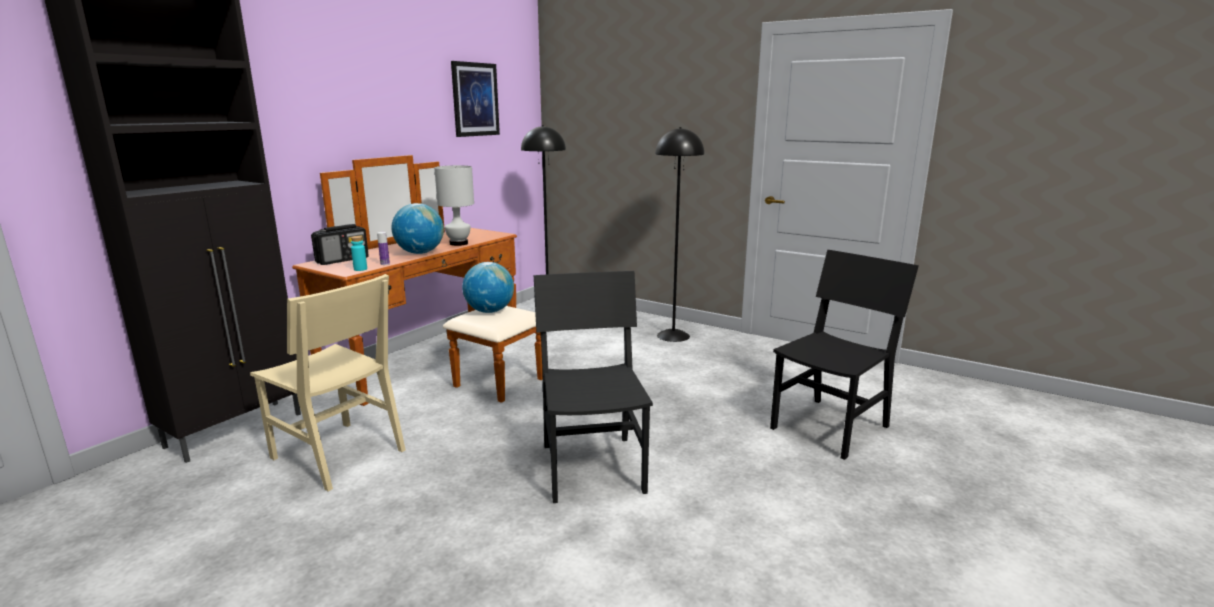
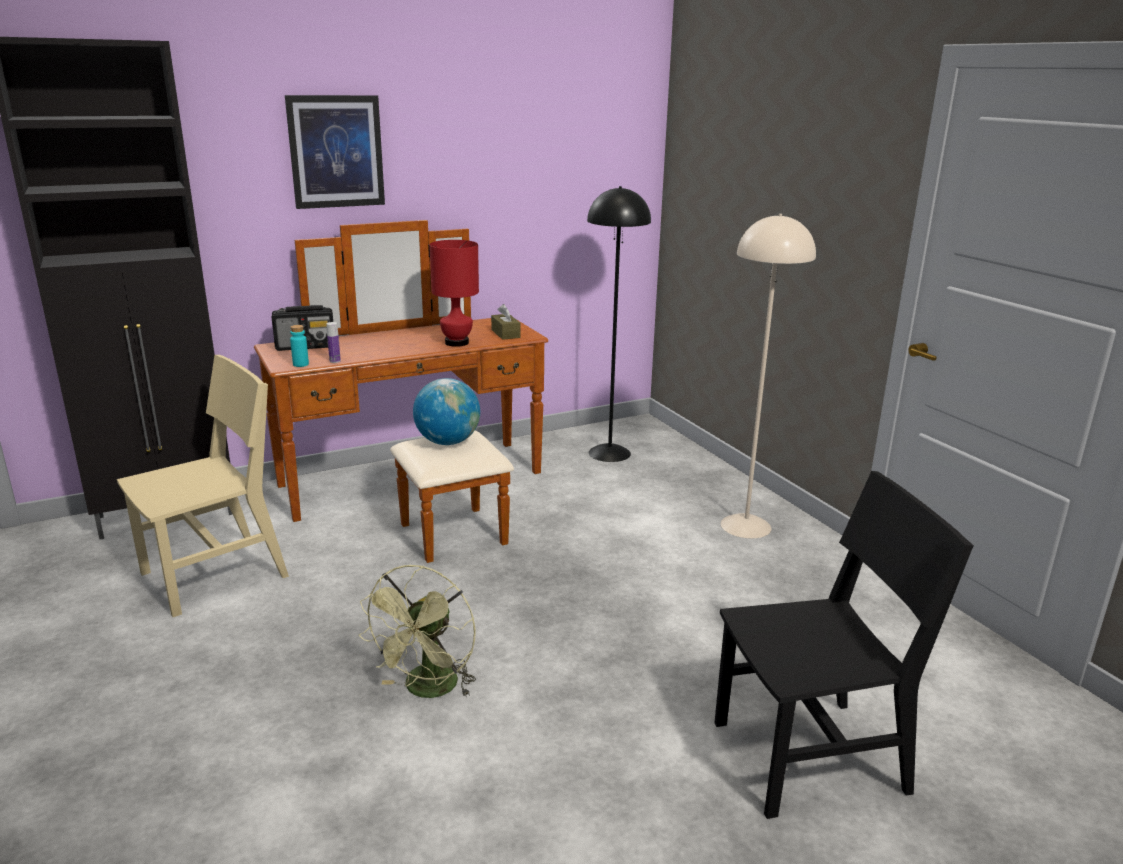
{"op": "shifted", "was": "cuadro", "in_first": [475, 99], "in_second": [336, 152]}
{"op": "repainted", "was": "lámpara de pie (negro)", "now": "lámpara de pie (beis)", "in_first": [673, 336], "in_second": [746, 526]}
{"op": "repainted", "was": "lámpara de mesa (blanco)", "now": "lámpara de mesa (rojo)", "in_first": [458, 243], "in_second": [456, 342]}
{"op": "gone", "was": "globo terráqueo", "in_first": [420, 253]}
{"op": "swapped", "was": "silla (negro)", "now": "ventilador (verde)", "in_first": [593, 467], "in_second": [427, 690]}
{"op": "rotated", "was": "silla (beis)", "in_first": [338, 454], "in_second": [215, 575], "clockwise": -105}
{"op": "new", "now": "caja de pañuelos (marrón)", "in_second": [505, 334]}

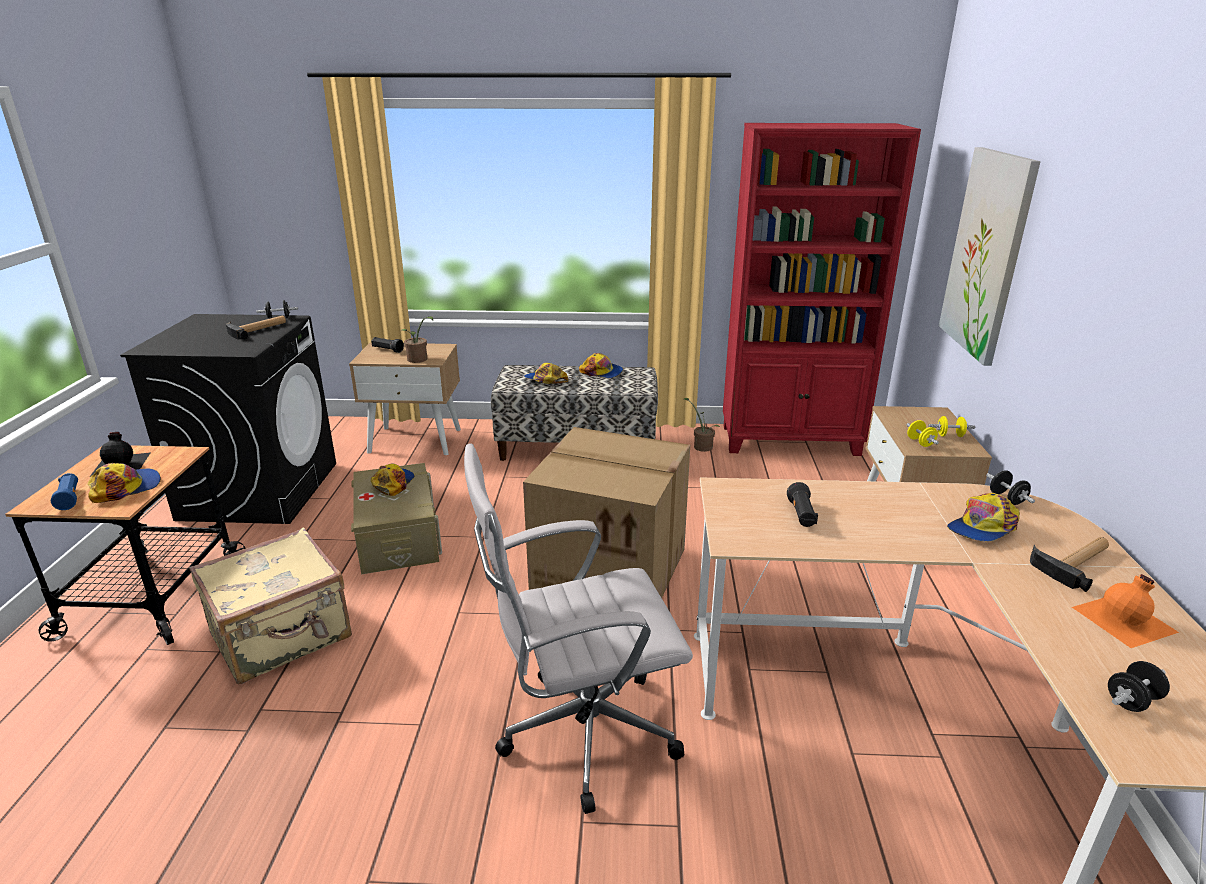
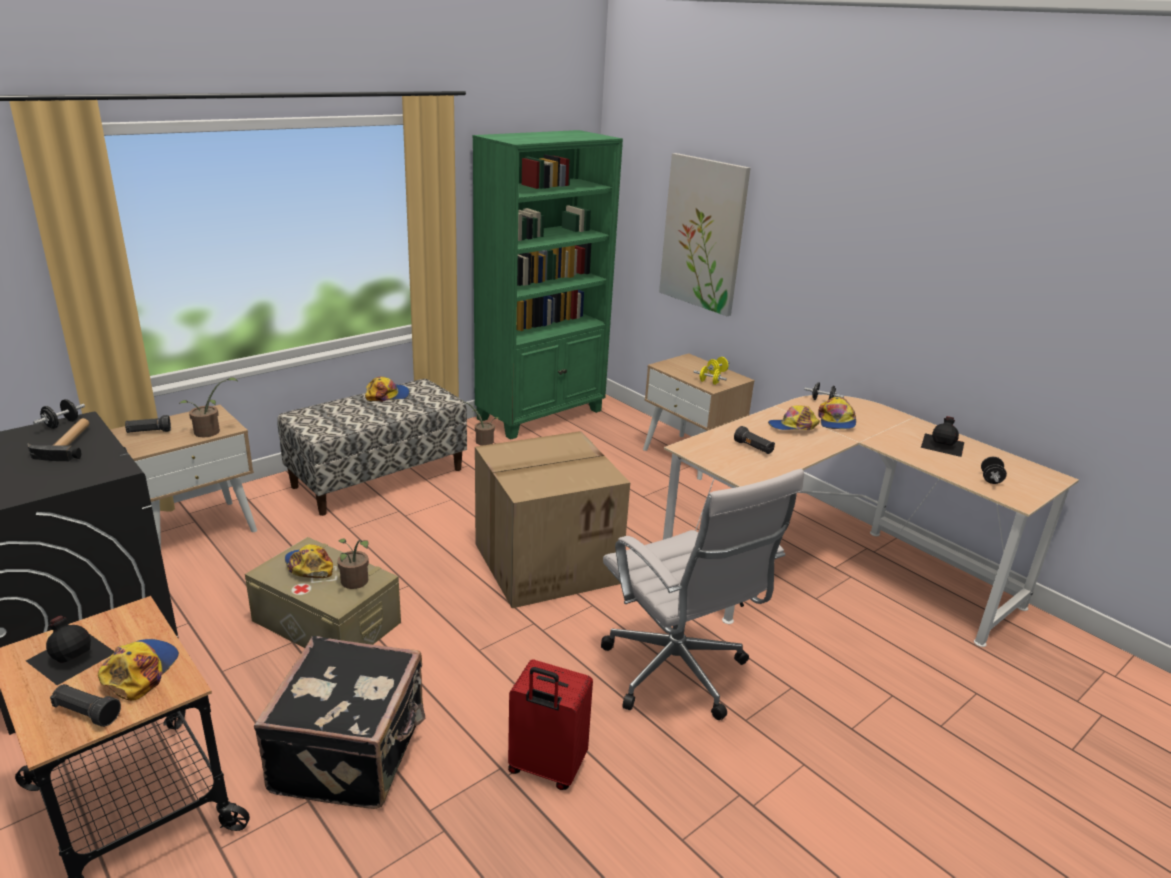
{"op": "repainted", "was": "estantería (rojo)", "now": "estantería (verde)", "in_first": [791, 441], "in_second": [541, 415]}
{"op": "shifted", "was": "gorra", "in_first": [545, 380], "in_second": [793, 427]}
{"op": "rotated", "was": "silla de oficina (blanco)", "in_first": [580, 734], "in_second": [678, 675], "clockwise": -60}
{"op": "repainted", "was": "linterna (azul)", "now": "linterna (negro)", "in_first": [69, 498], "in_second": [87, 713]}
{"op": "repainted", "was": "maleta (beis)", "now": "maleta (negro)", "in_first": [282, 636], "in_second": [352, 753]}
{"op": "gone", "was": "martillo", "in_first": [1075, 562]}
{"op": "repainted", "was": "botella (naranja)", "now": "botella (negro)", "in_first": [1126, 620], "in_second": [943, 444]}
{"op": "new", "now": "planta en maceta", "in_second": [355, 583]}
{"op": "new", "now": "maleta (rojo)", "in_second": [546, 768]}

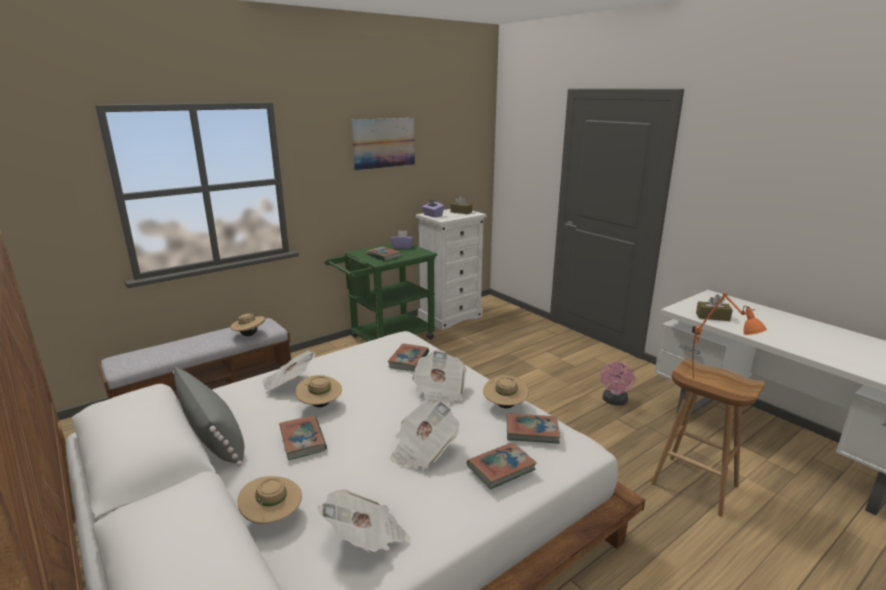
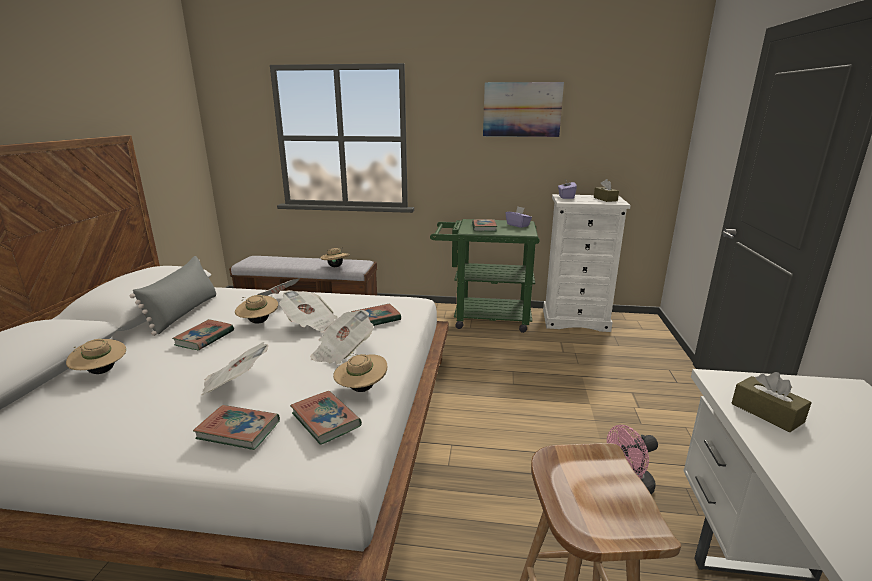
{"op": "gone", "was": "lámpara de mesa (naranja)", "in_first": [717, 384]}
{"op": "shifted", "was": "periódico", "in_first": [367, 538], "in_second": [310, 324]}

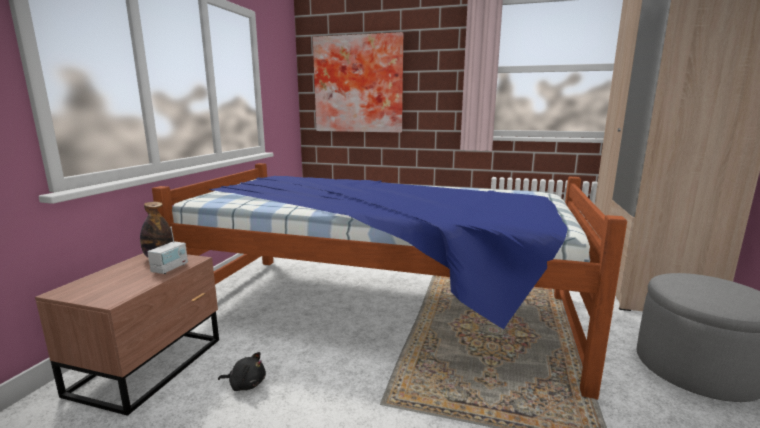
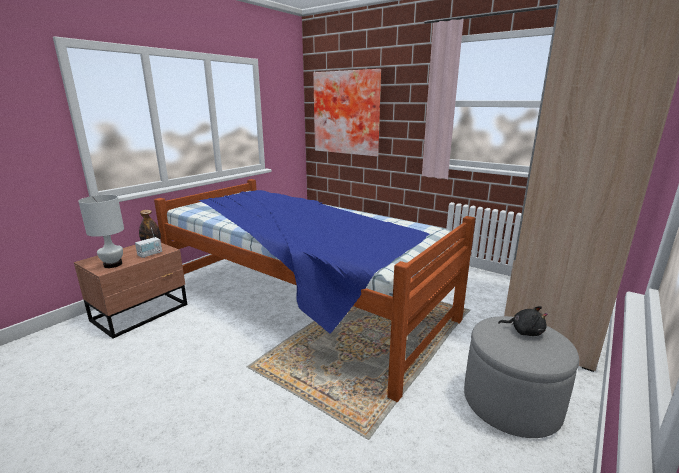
{"op": "shifted", "was": "peluche (negro)", "in_first": [246, 384], "in_second": [524, 331]}
{"op": "new", "now": "lámpara de mesa (blanco)", "in_second": [113, 264]}

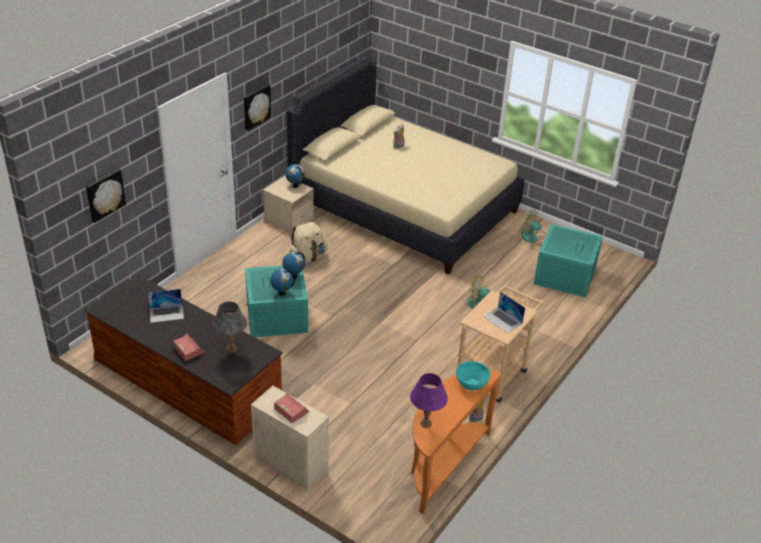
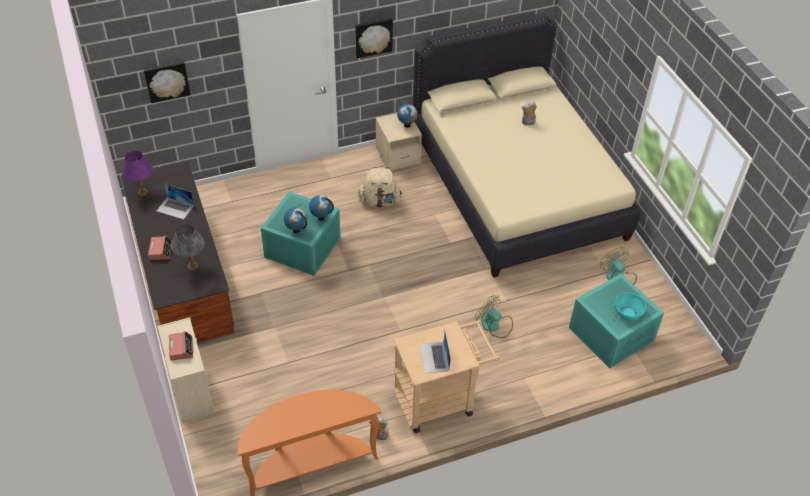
{"op": "shifted", "was": "cuenco (turquesa)", "in_first": [471, 384], "in_second": [627, 313]}
{"op": "shifted", "was": "lámpara de mesa (morado)", "in_first": [426, 423], "in_second": [142, 192]}

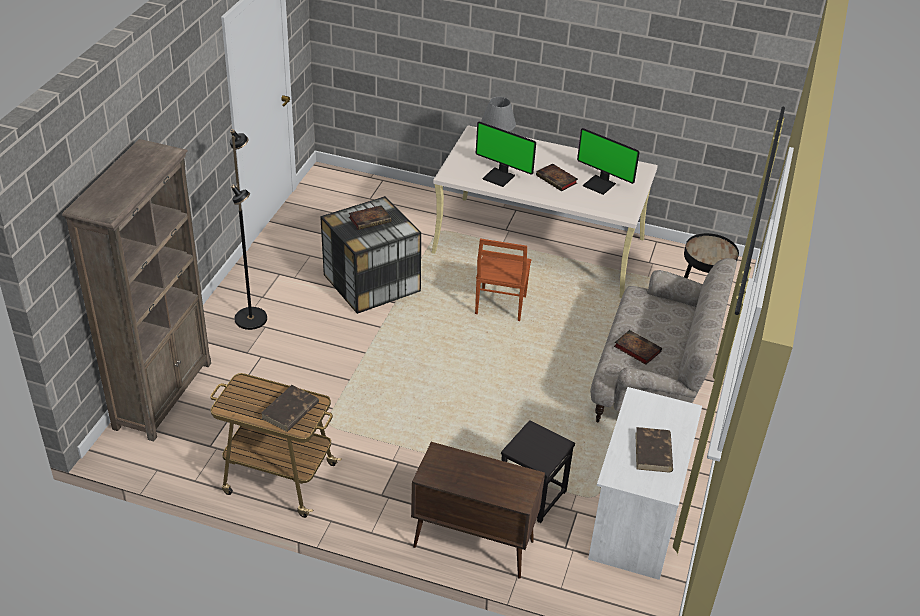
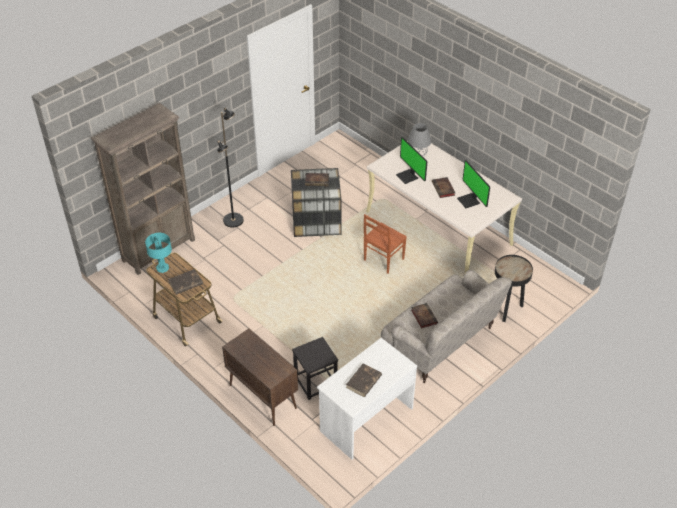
{"op": "new", "now": "lámpara de mesa (turquesa)", "in_second": [162, 267]}

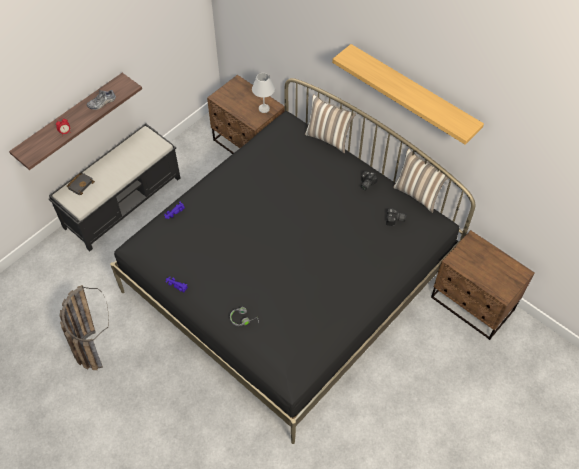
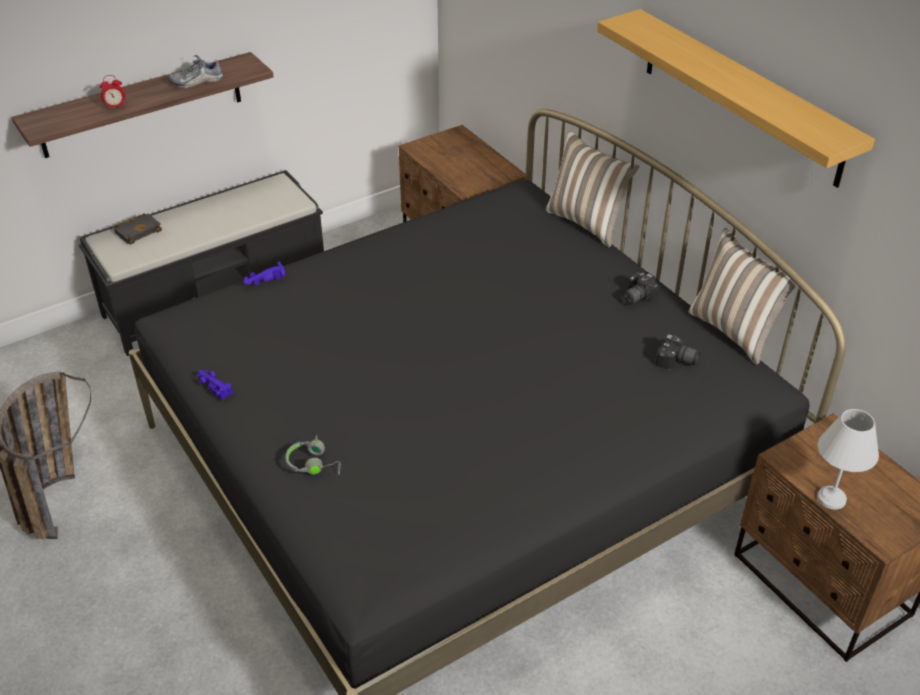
{"op": "shifted", "was": "lámpara de mesa (blanco)", "in_first": [264, 109], "in_second": [832, 499]}

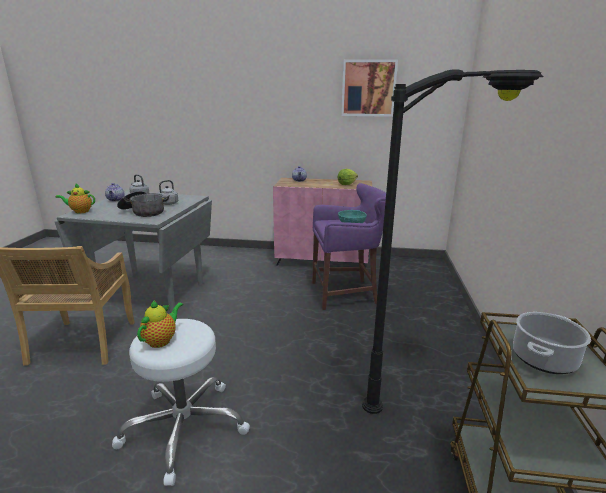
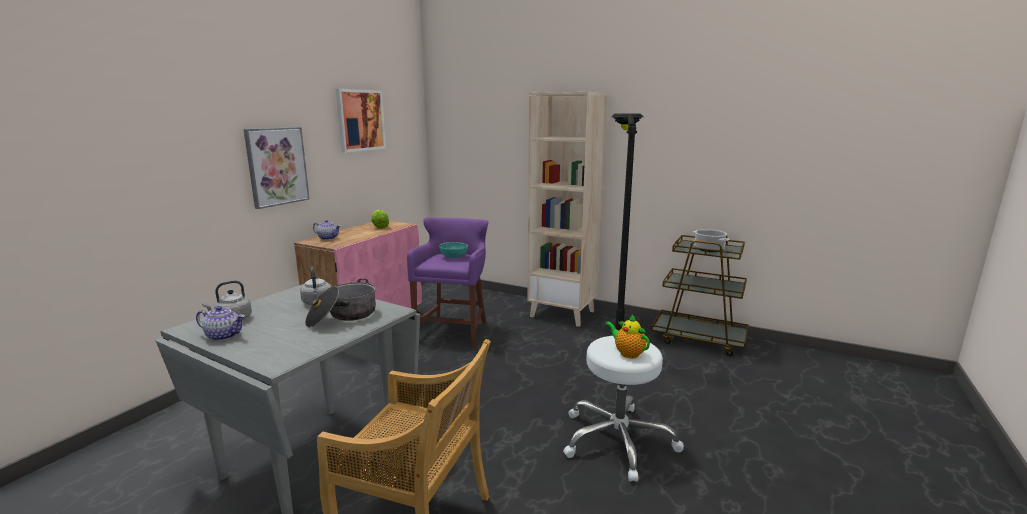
{"op": "gone", "was": "tetera", "in_first": [80, 211]}
{"op": "new", "now": "estantería (beis)", "in_second": [563, 314]}
{"op": "new", "now": "cuadro", "in_second": [277, 166]}

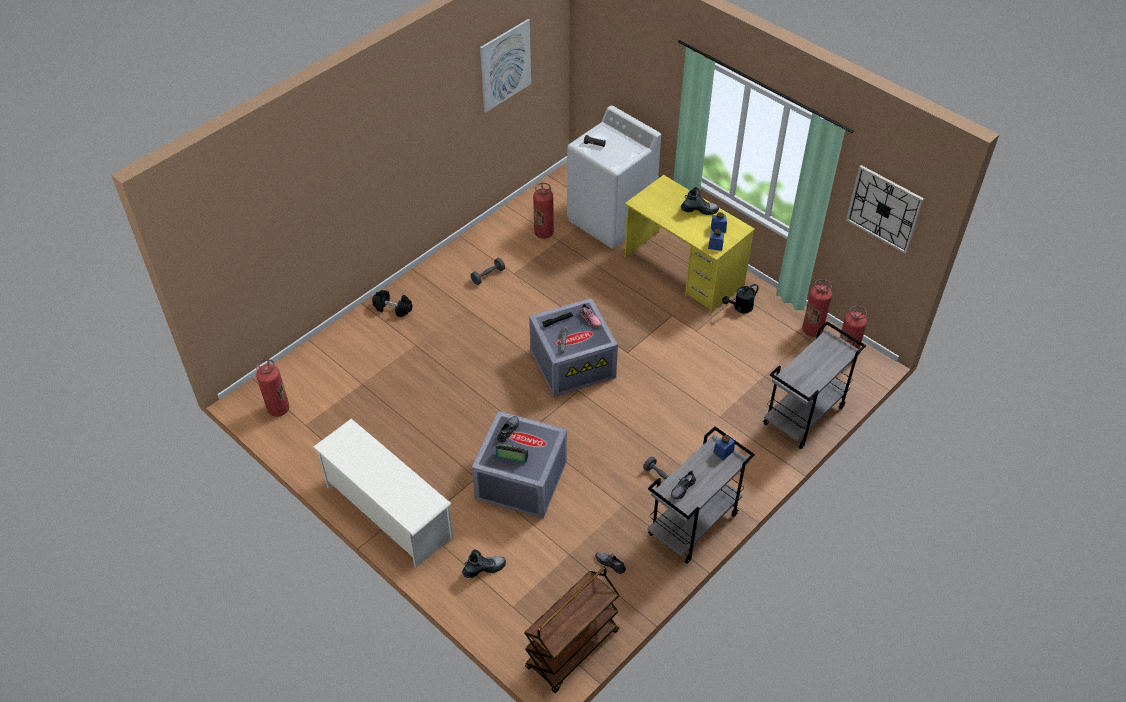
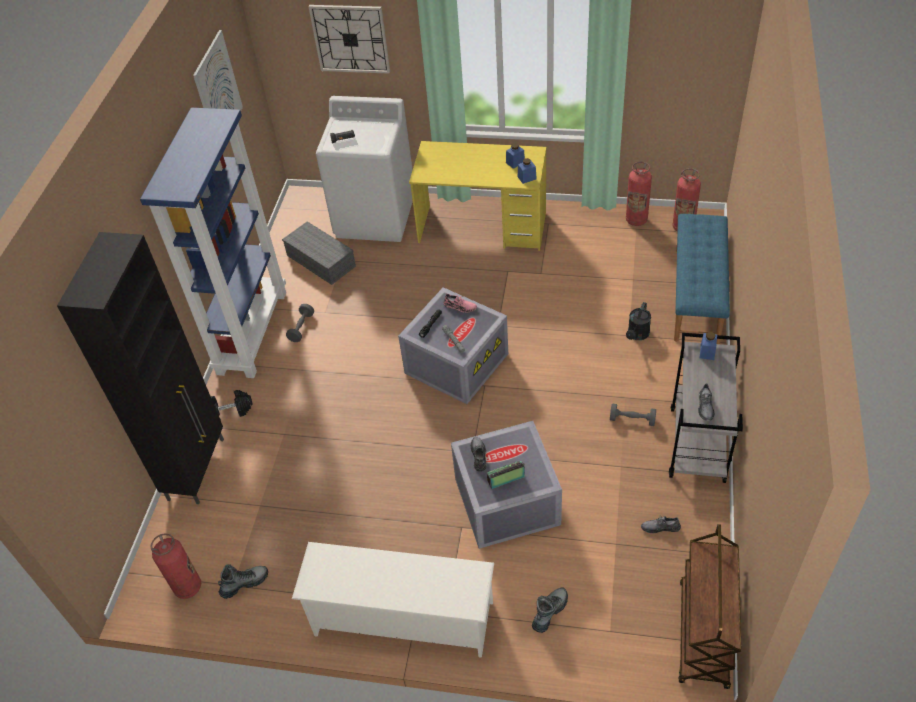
{"op": "shifted", "was": "reloj de pared", "in_first": [884, 209], "in_second": [350, 38]}
{"op": "swapped", "was": "extintor", "now": "caja de almacenaje (gris)", "in_first": [543, 233], "in_second": [322, 261]}
{"op": "shifted", "was": "bota", "in_first": [699, 210], "in_second": [244, 583]}
{"op": "shifted", "was": "regadera (negro)", "in_first": [740, 308], "in_second": [637, 335]}
{"op": "swapped", "was": "carrito (gris)", "now": "banco (azul)", "in_first": [804, 416], "in_second": [697, 295]}
{"op": "new", "now": "estantería (azul)", "in_second": [251, 331]}
{"op": "new", "now": "armario (negro)", "in_second": [197, 468]}

